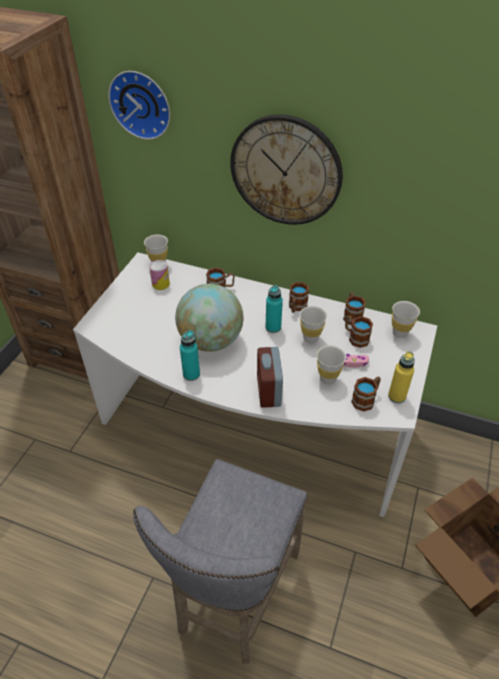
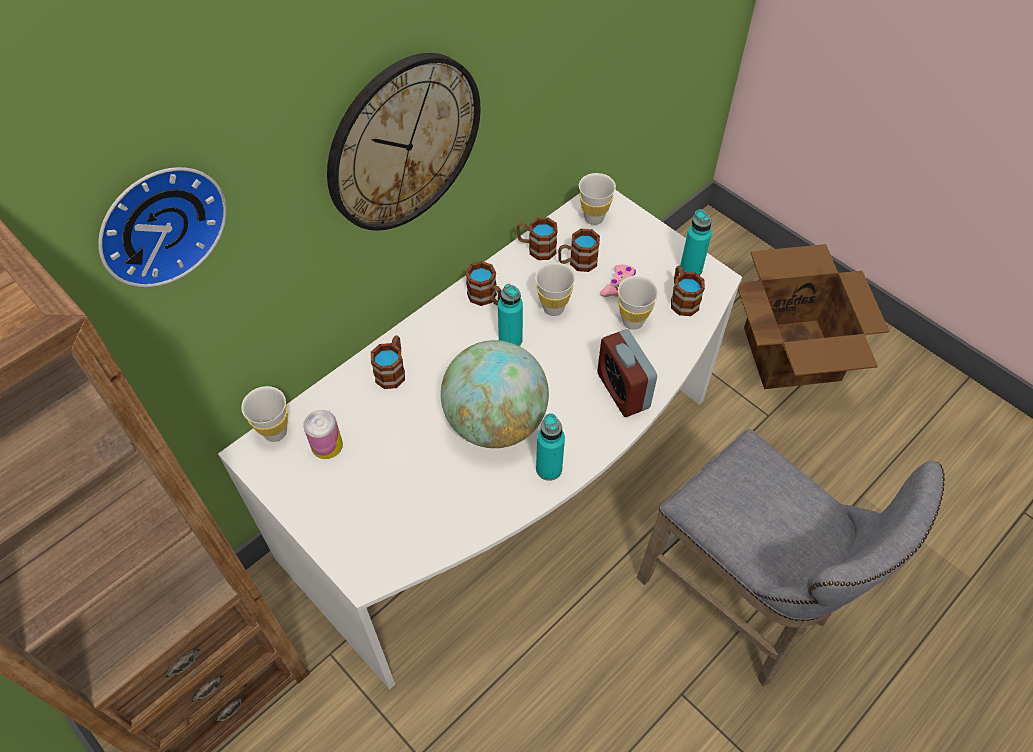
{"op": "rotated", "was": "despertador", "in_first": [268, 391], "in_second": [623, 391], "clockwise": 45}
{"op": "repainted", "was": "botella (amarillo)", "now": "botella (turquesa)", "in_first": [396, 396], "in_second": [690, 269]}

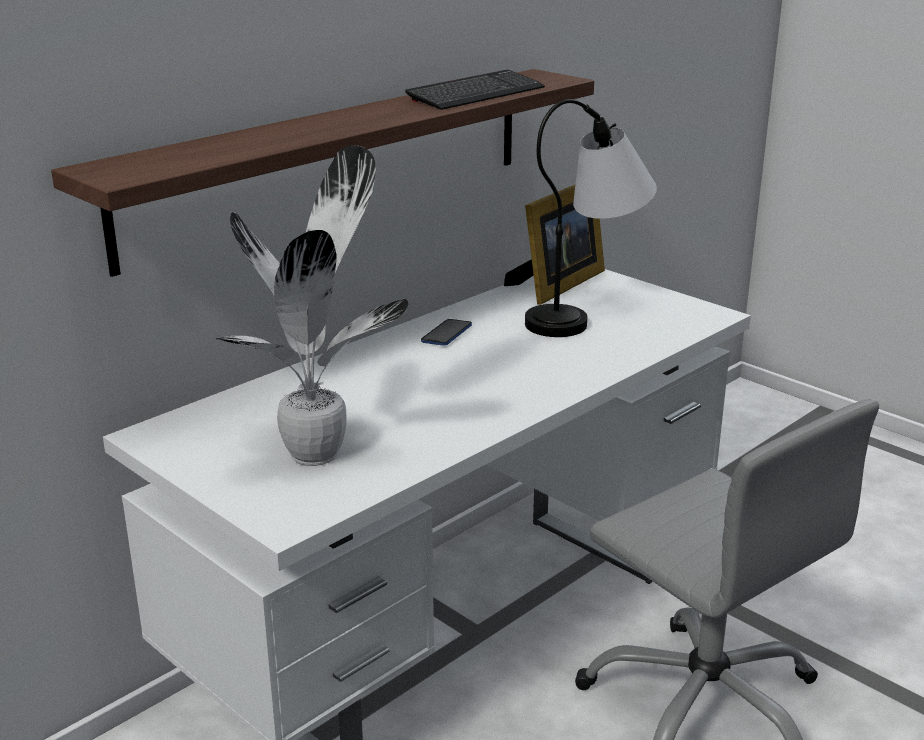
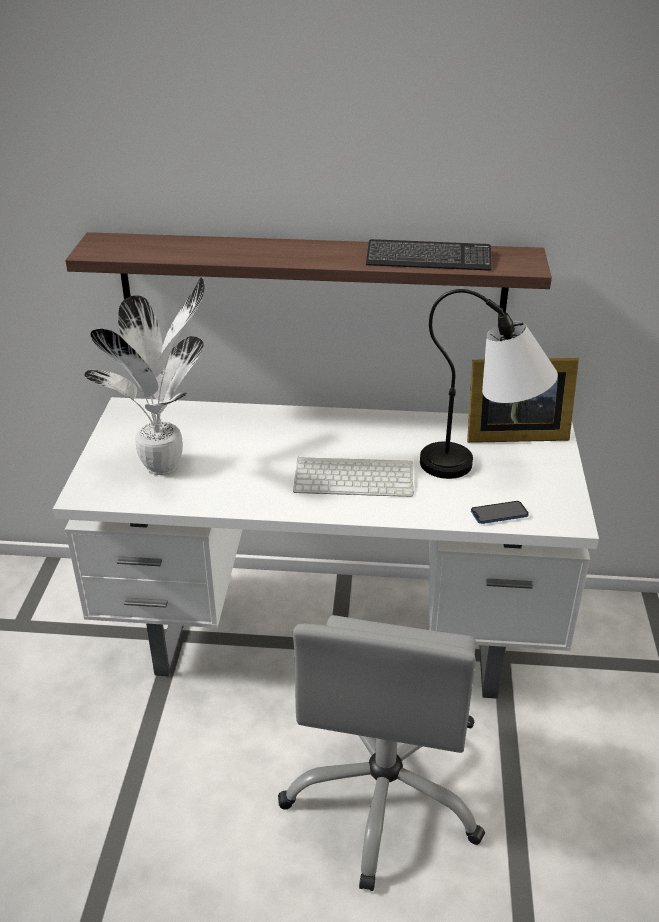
{"op": "shifted", "was": "móvil", "in_first": [446, 334], "in_second": [499, 514]}
{"op": "new", "now": "teclado", "in_second": [355, 477]}

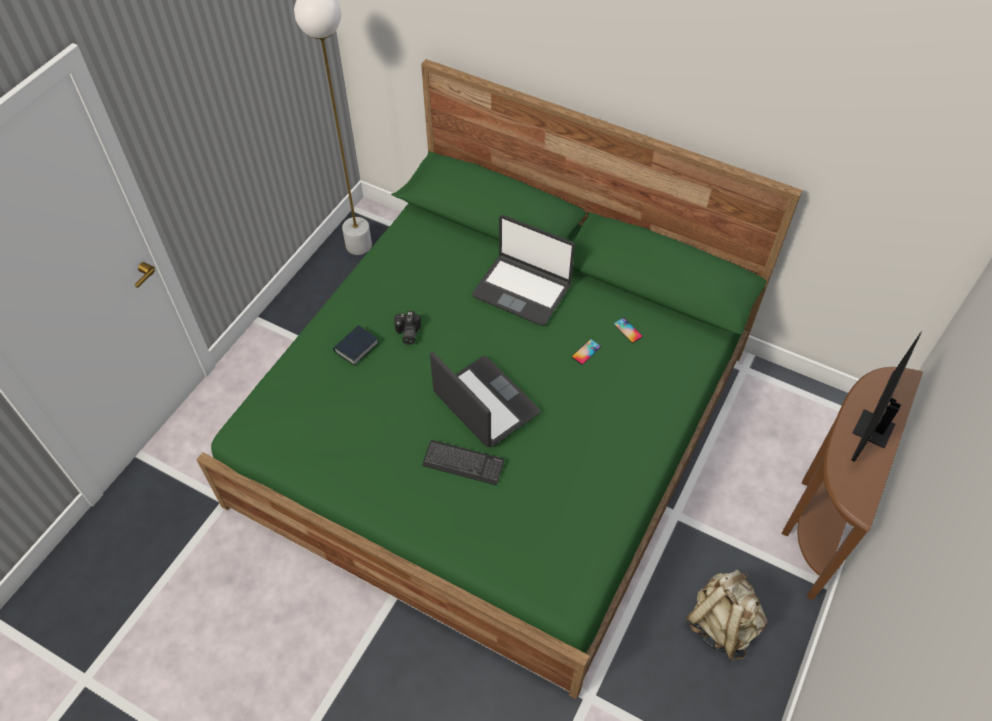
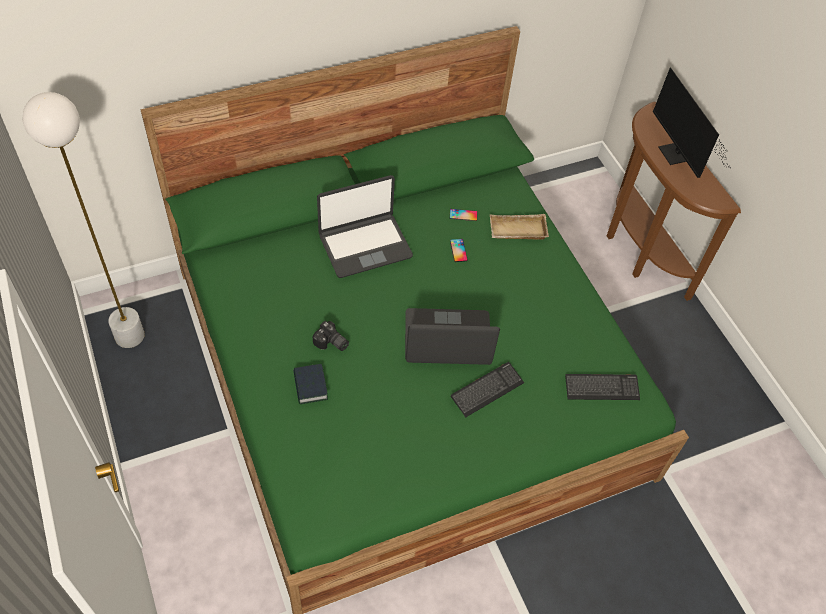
{"op": "gone", "was": "mochila (beis)", "in_first": [721, 623]}
{"op": "new", "now": "bandeja (beis)", "in_second": [517, 232]}
{"op": "new", "now": "teclado", "in_second": [601, 388]}

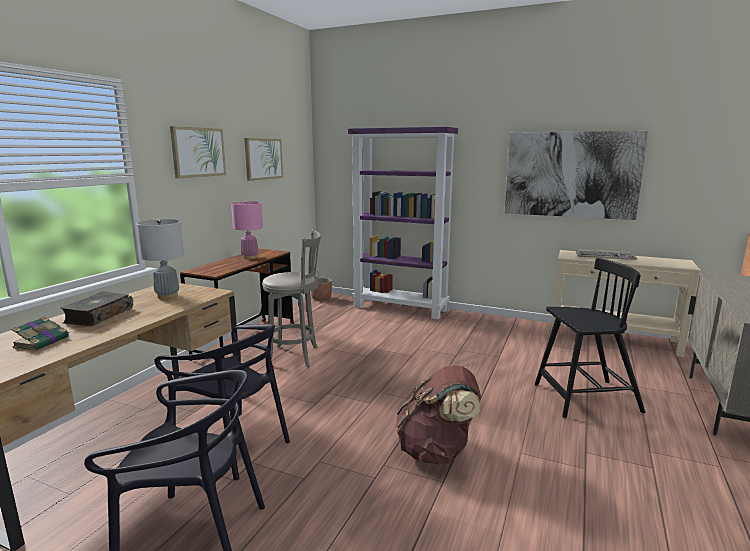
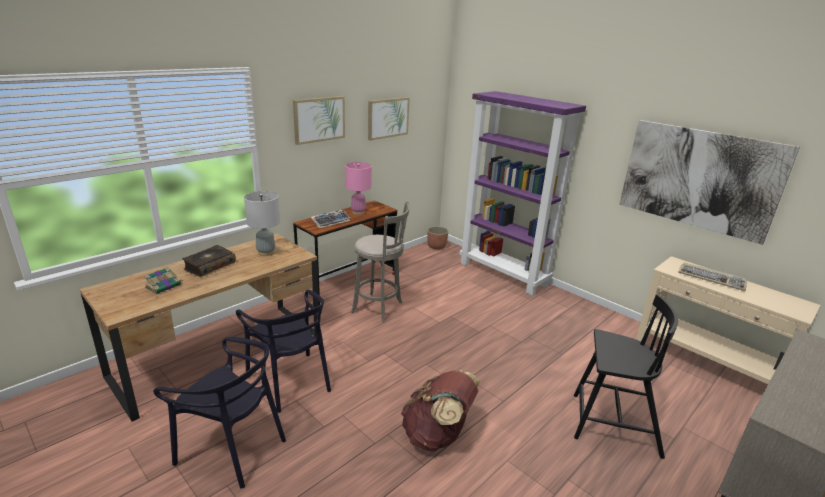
{"op": "new", "now": "teclado", "in_second": [331, 221]}

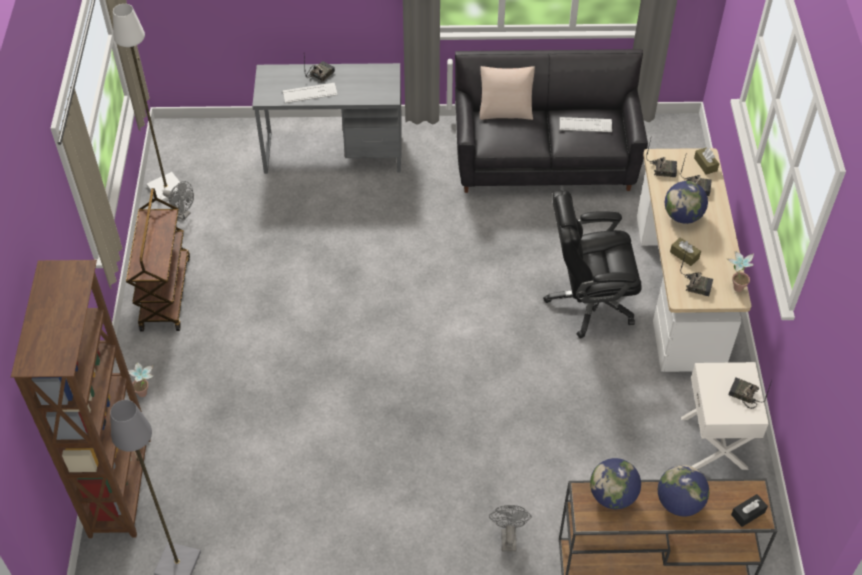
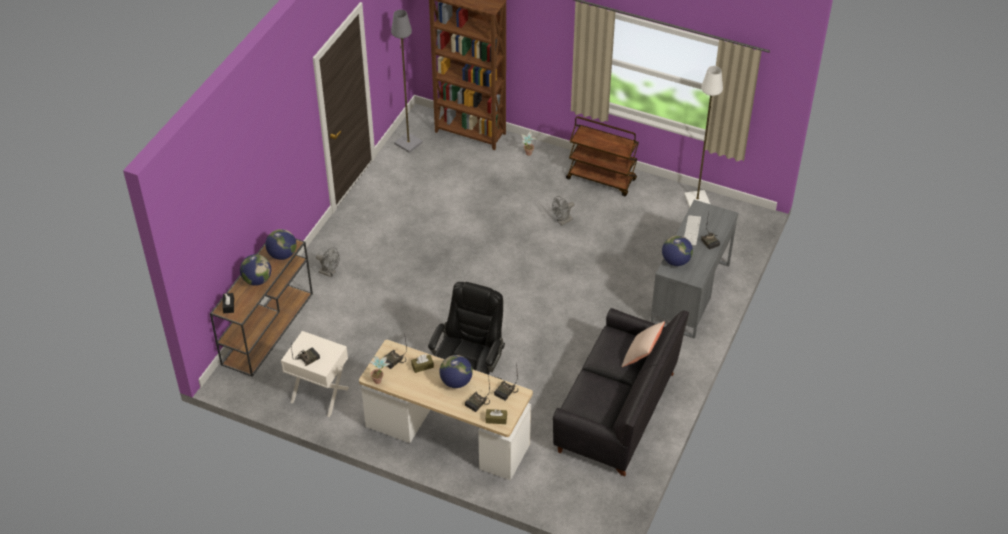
{"op": "gone", "was": "teclado", "in_first": [585, 125]}
{"op": "shifted", "was": "ventilador (gris)", "in_first": [182, 214], "in_second": [562, 221]}
{"op": "new", "now": "globo terráqueo", "in_second": [676, 261]}

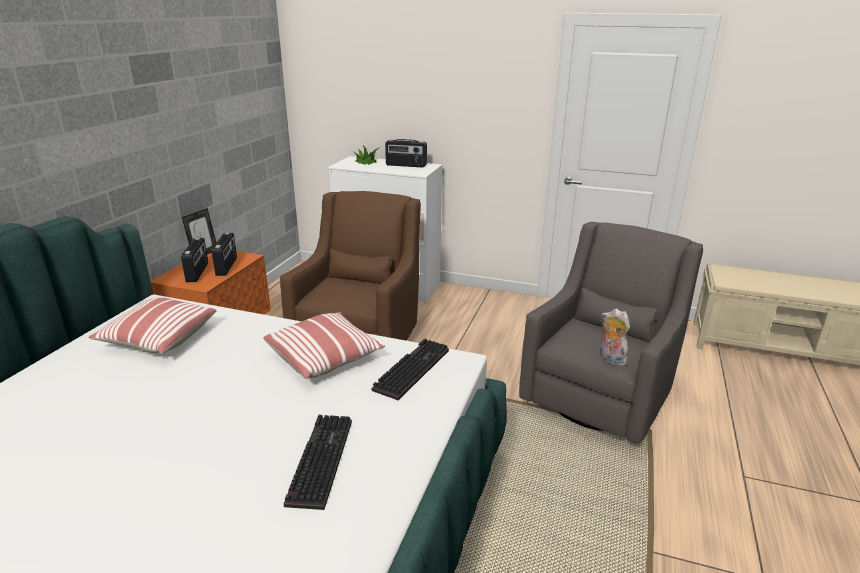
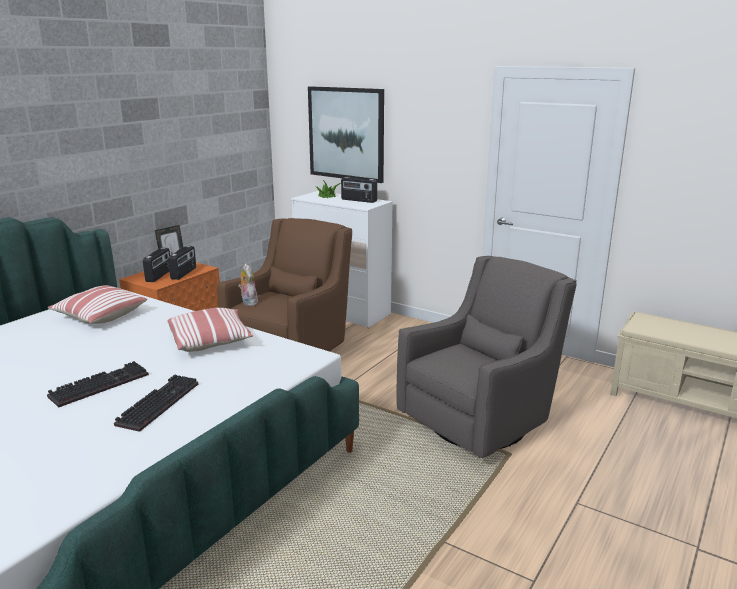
{"op": "shifted", "was": "peluche", "in_first": [610, 359], "in_second": [248, 302]}
{"op": "shifted", "was": "teclado", "in_first": [411, 368], "in_second": [100, 384]}
{"op": "new", "now": "cuadro", "in_second": [346, 133]}

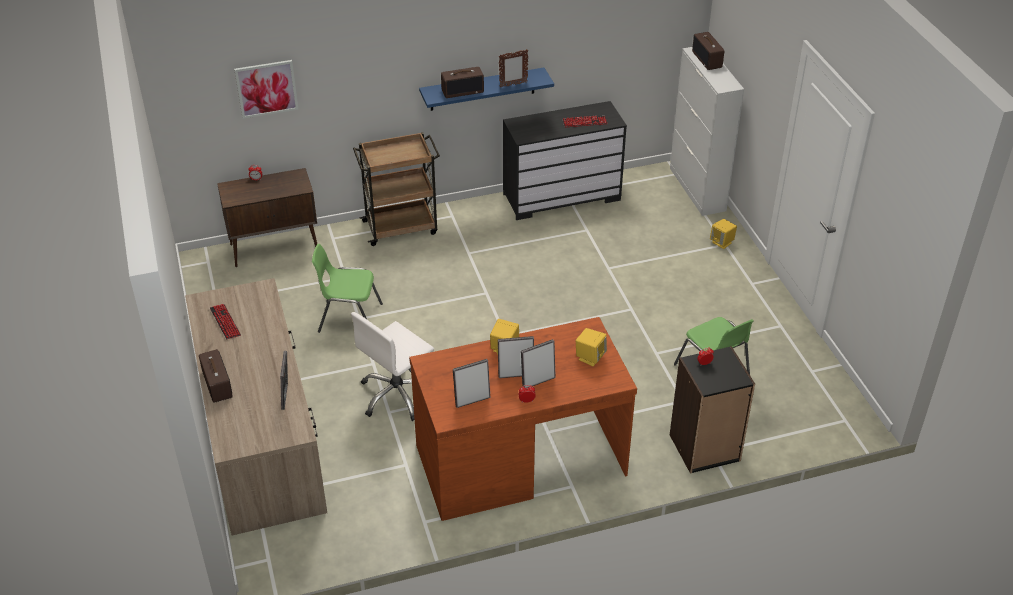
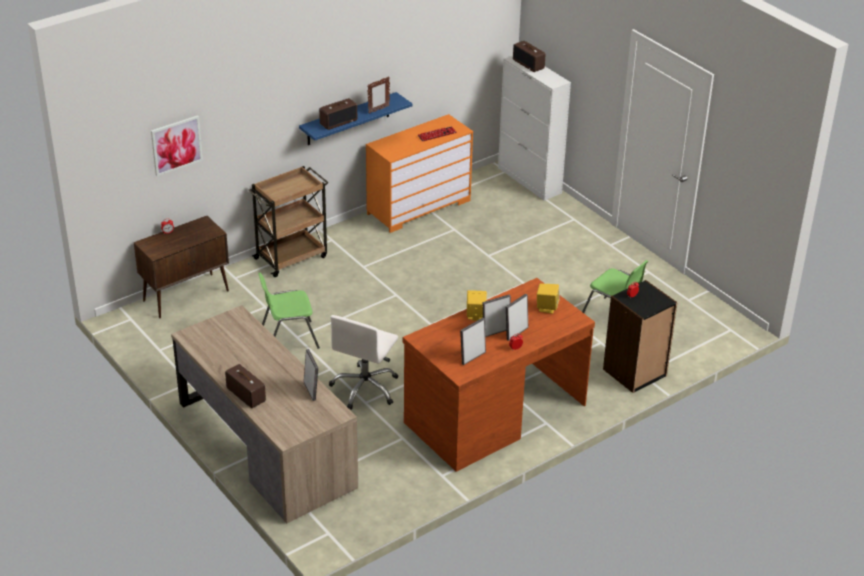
{"op": "repainted", "was": "cómoda (negro)", "now": "cómoda (naranja)", "in_first": [561, 196], "in_second": [418, 207]}
{"op": "gone", "was": "altavoz (amarillo)", "in_first": [722, 242]}
{"op": "gone", "was": "teclado", "in_first": [225, 322]}

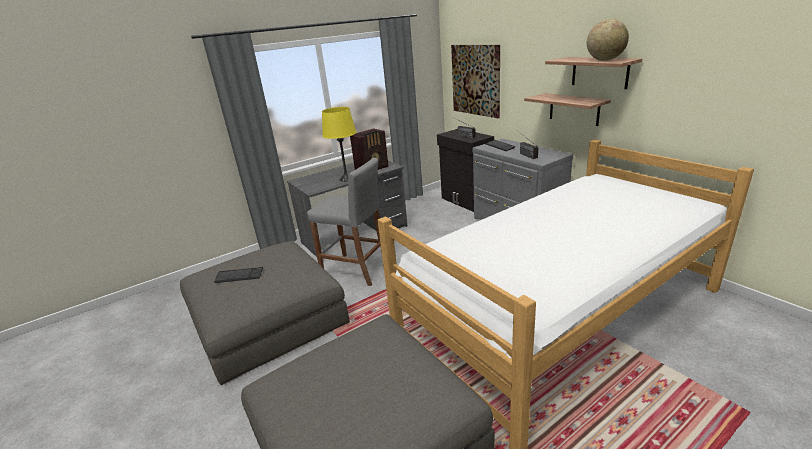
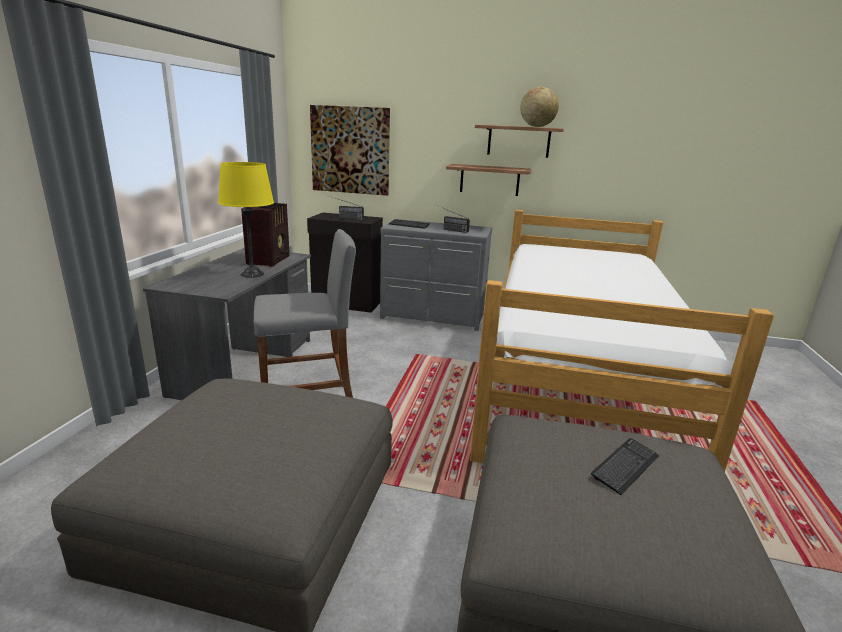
{"op": "shifted", "was": "teclado", "in_first": [239, 276], "in_second": [625, 466]}

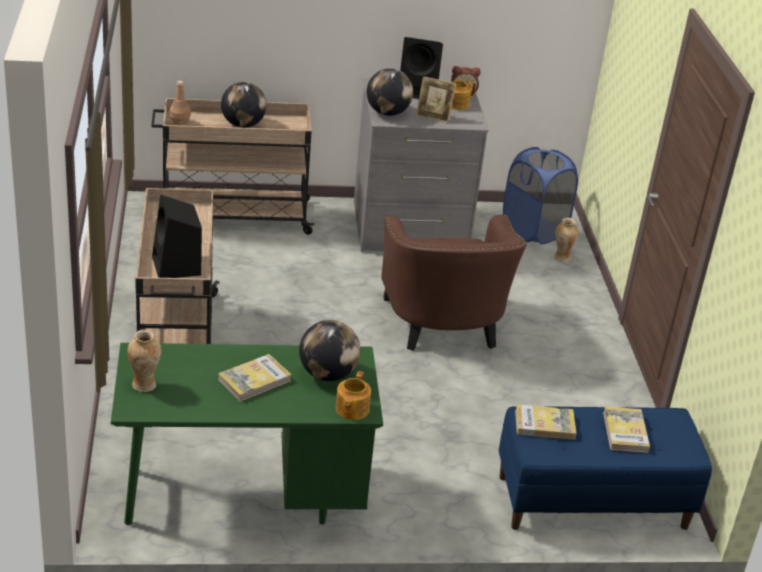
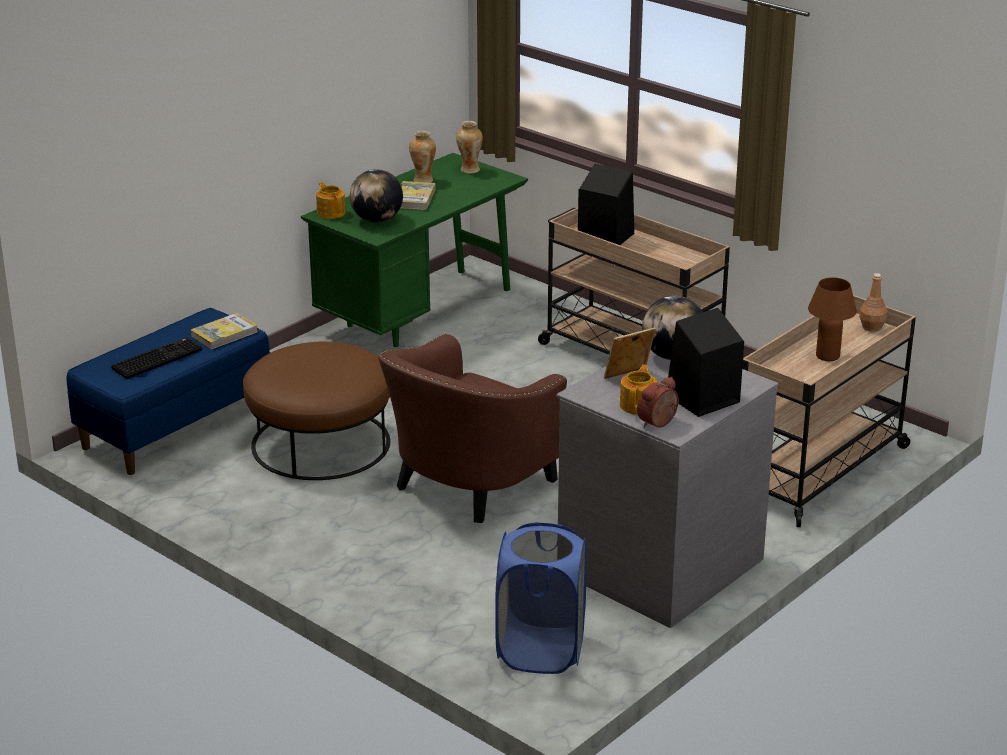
{"op": "swapped", "was": "globo terráqueo", "now": "lámpara de mesa (marrón)", "in_first": [243, 125], "in_second": [827, 356]}
{"op": "rotated", "was": "sillón (marrón)", "in_first": [444, 327], "in_second": [466, 486], "clockwise": -90}
{"op": "shifted", "was": "florero", "in_first": [562, 258], "in_second": [423, 180]}
{"op": "swapped", "was": "libro", "now": "teclado", "in_first": [625, 432], "in_second": [157, 358]}
{"op": "new", "now": "puf (marrón)", "in_second": [320, 443]}

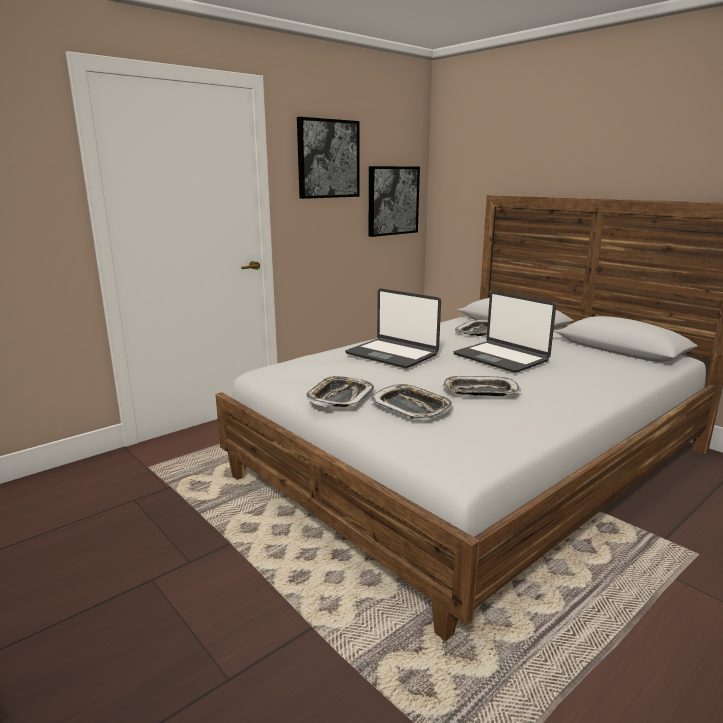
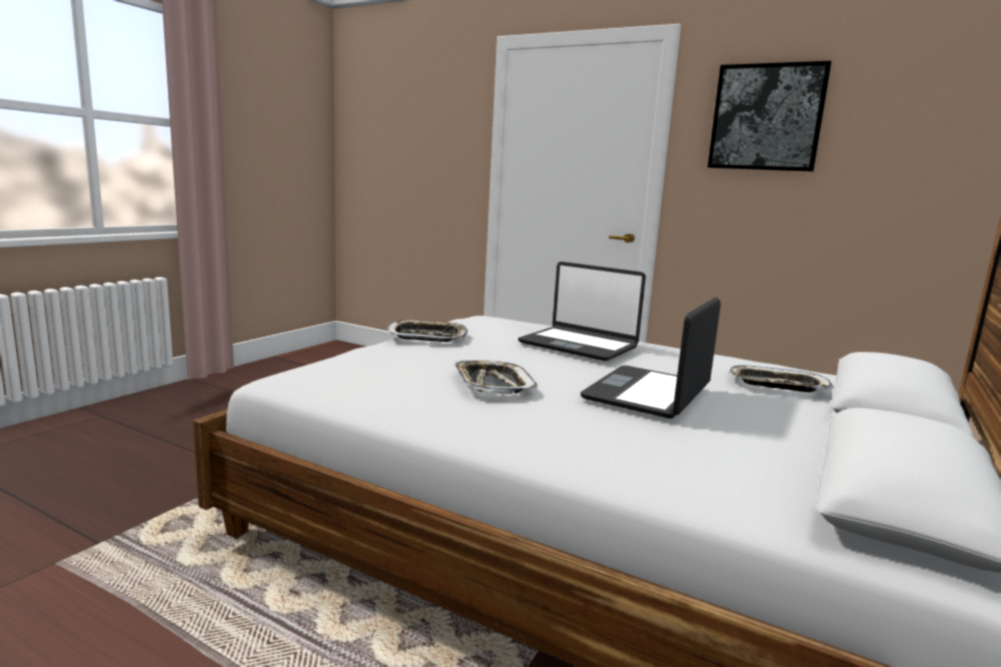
{"op": "gone", "was": "cuadro", "in_first": [392, 200]}
{"op": "rotated", "was": "portátil", "in_first": [392, 354], "in_second": [578, 345], "clockwise": -75}
{"op": "gone", "was": "bandeja", "in_first": [411, 407]}

